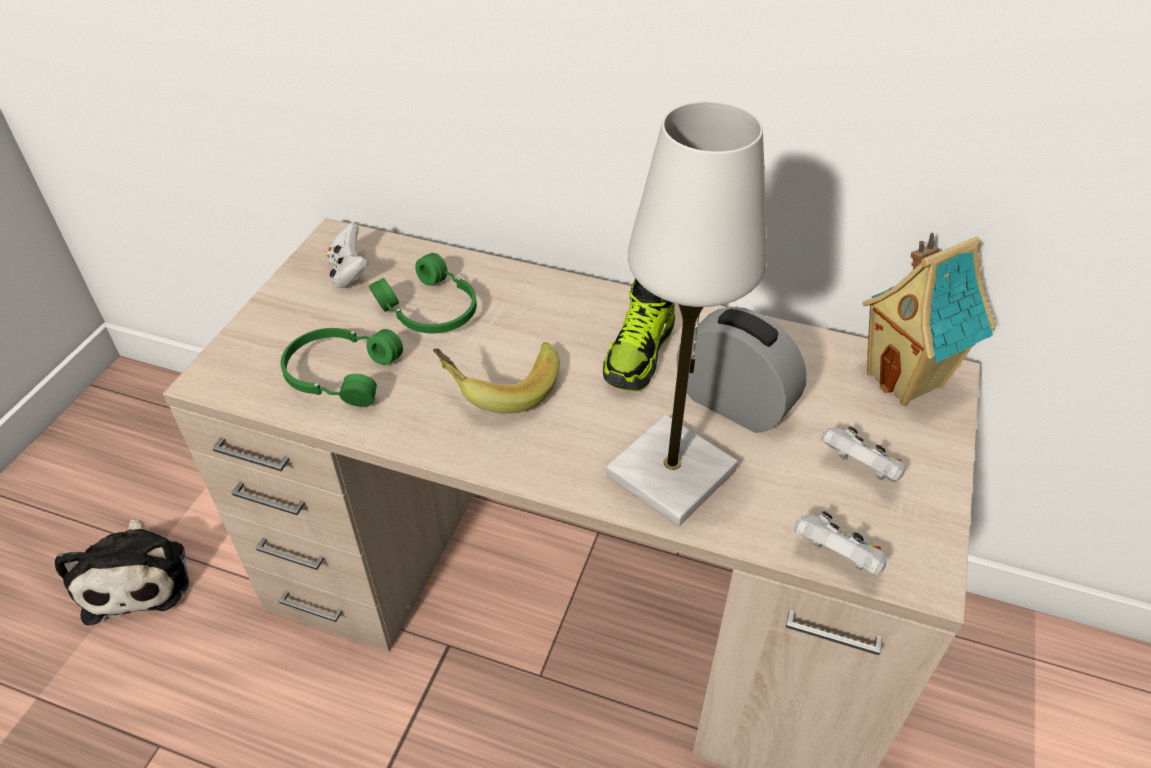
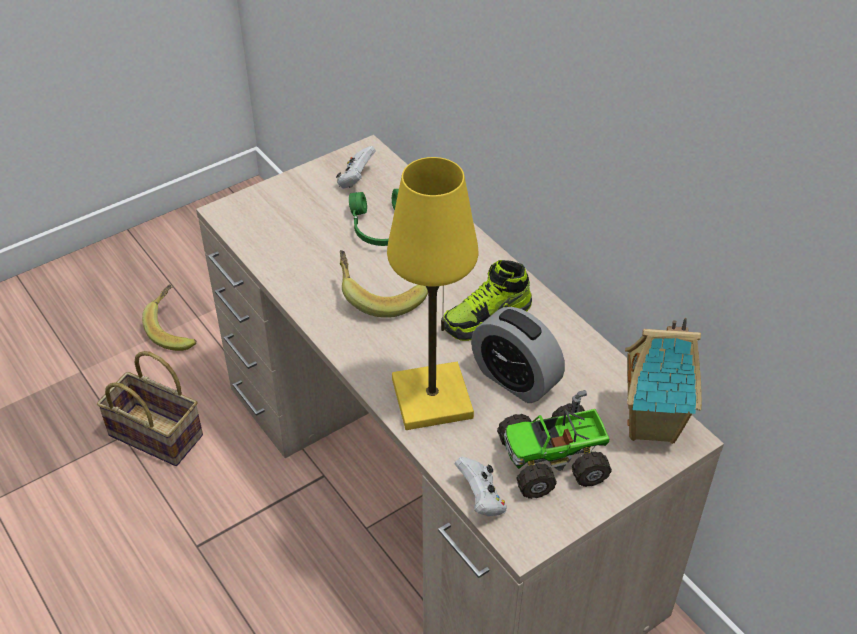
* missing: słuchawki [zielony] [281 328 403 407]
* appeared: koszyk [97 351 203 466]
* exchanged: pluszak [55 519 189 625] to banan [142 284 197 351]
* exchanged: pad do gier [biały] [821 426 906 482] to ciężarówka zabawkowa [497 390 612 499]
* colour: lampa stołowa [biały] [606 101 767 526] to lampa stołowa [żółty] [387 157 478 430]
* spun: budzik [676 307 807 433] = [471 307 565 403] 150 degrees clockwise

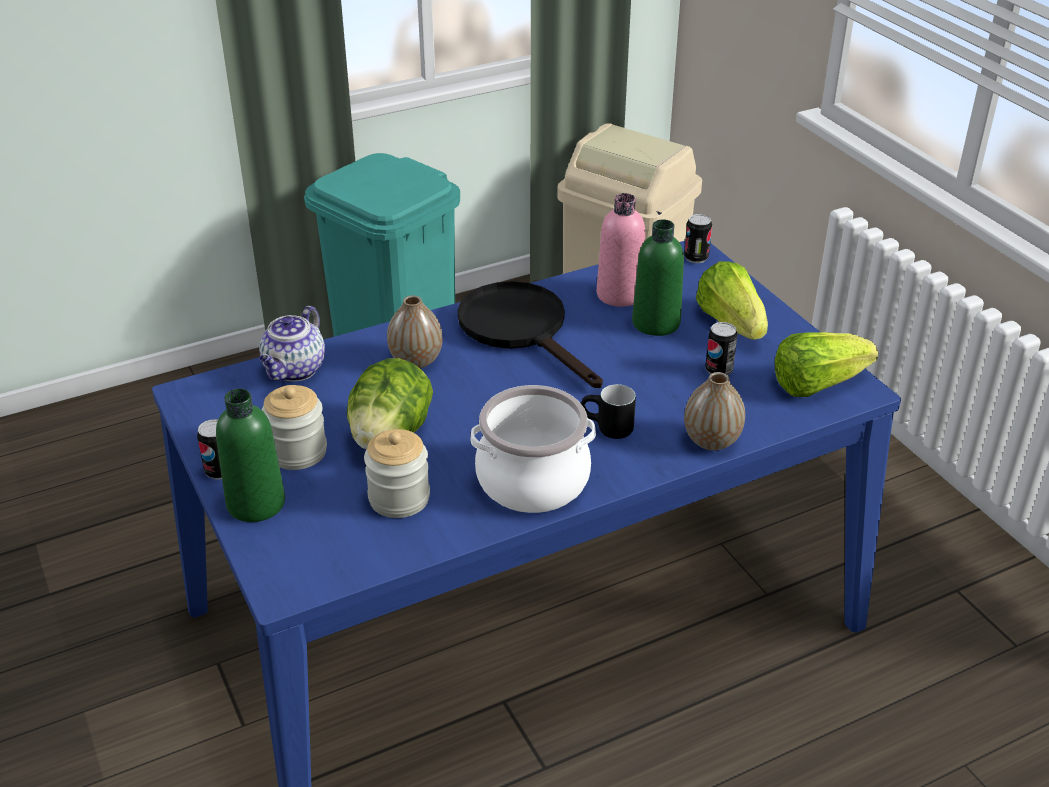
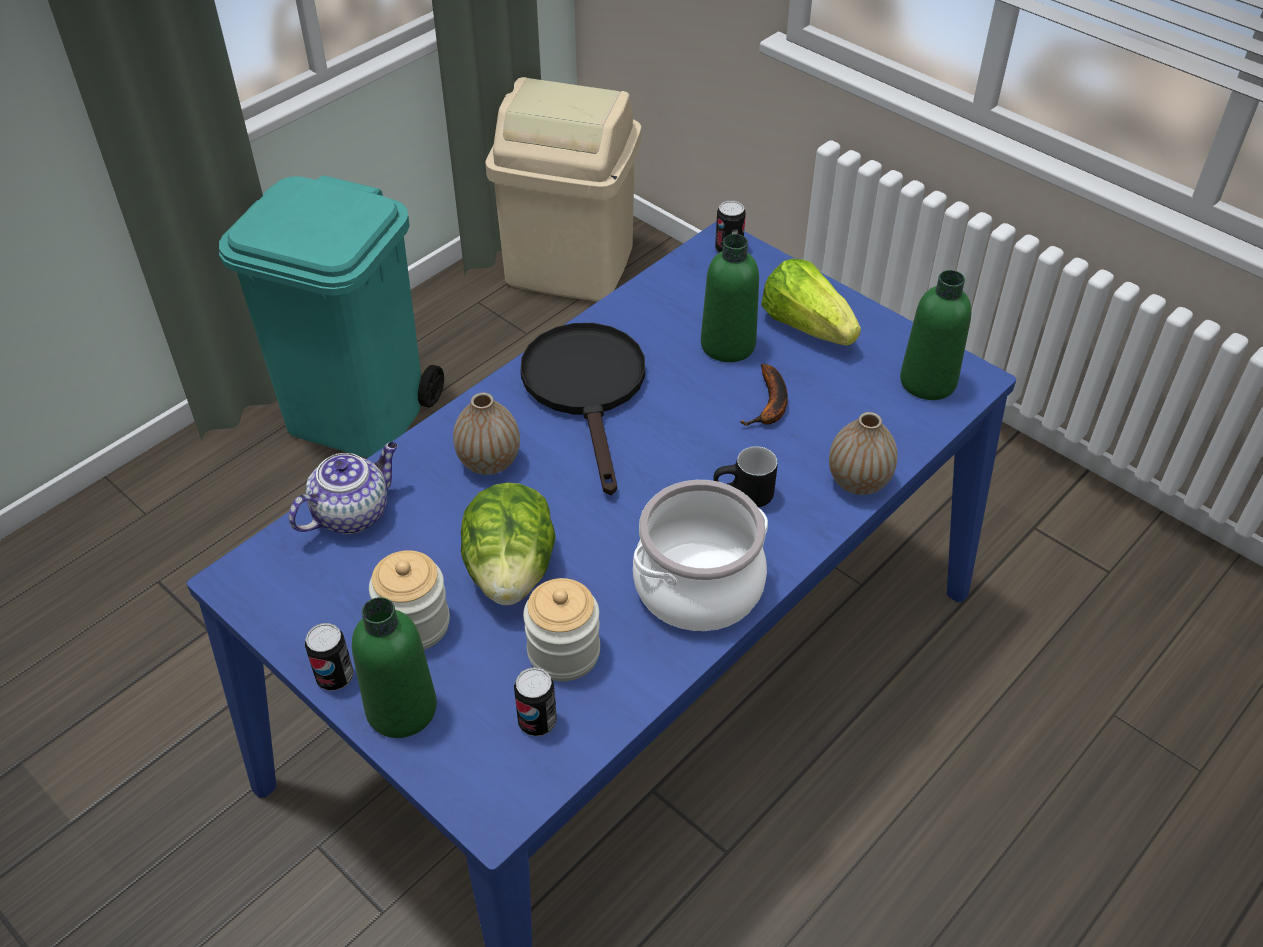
* missing: butelka [różowy] [597 193 645 307]
* appeared: banan [740 364 788 426]
* relocated: puszka [705 322 737 375] to [514 667 557 736]
* exchanged: sałata [775 332 878 397] to butelka [zielony] [900 270 972 400]
* spun: imbryk [259 306 325 381] = [288 442 398 534] 135 degrees counterclockwise
* spun: patelnia [czarny] [458 281 603 388] = [521 323 645 495] 45 degrees clockwise

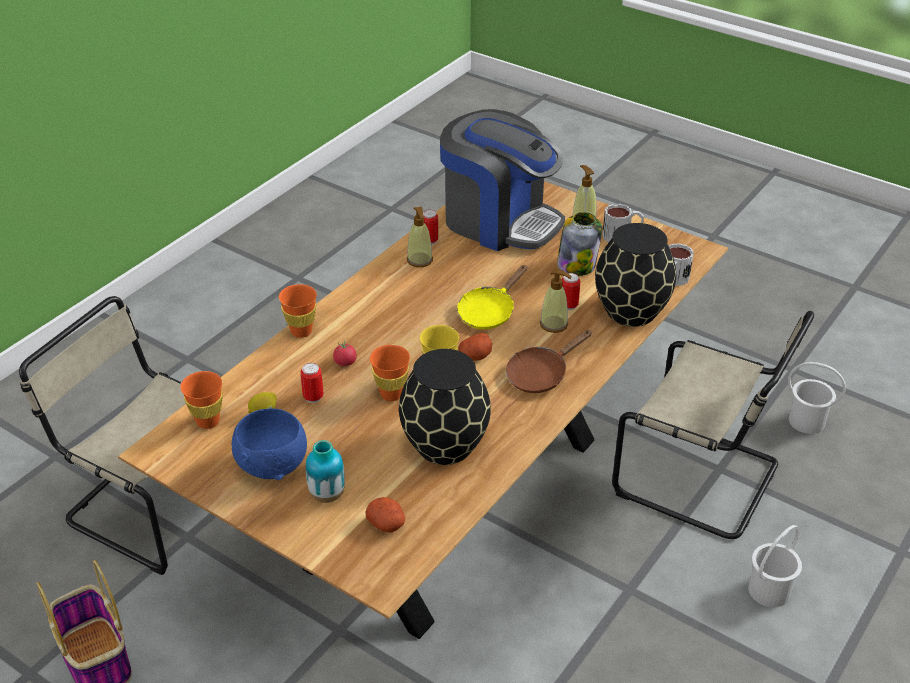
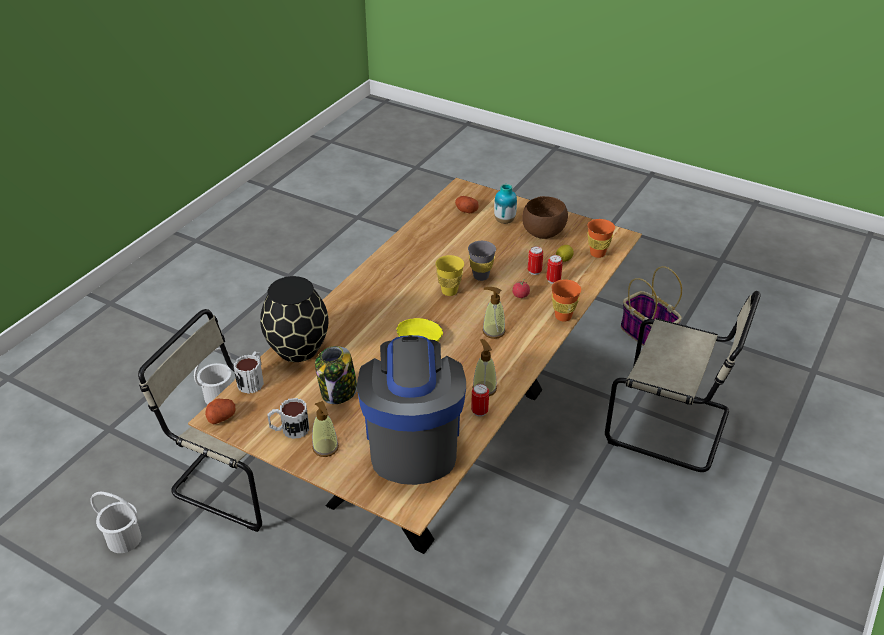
* missing: wazon [czarny] [399 349 491 465]
* missing: patelnia [brązowy] [506 330 592 393]
* relocated: ziemniak [459 333 492 361] to [205 399 236 424]
* relocated: dozownik mydła [540 269 572 333] to [482 287 505 339]
* relocated: puszka [562 273 580 310] to [546 255 563 284]
* colour: miska [niebieski] [232 408 307 480] to miska [brązowy] [522 196 568 239]
* colour: filiżanka [pomarańczowy] [370 345 410 401] to filiżanka [szary] [468 241 496 281]
* spun: ekspres do kawy [440 109 565 251] = [357 335 466 485] 60 degrees clockwise

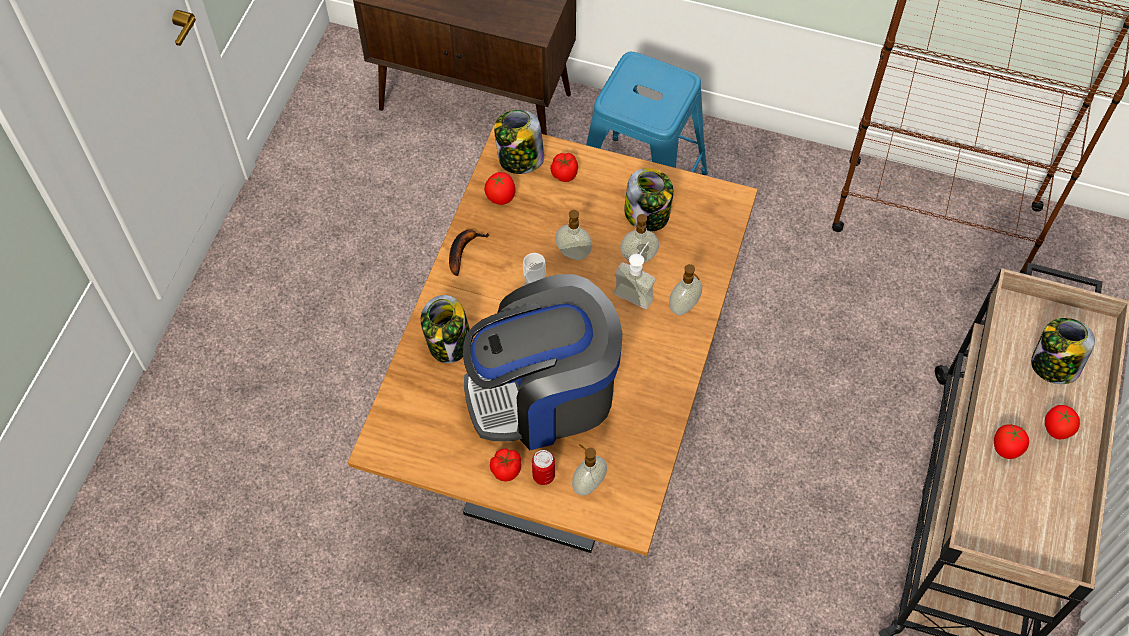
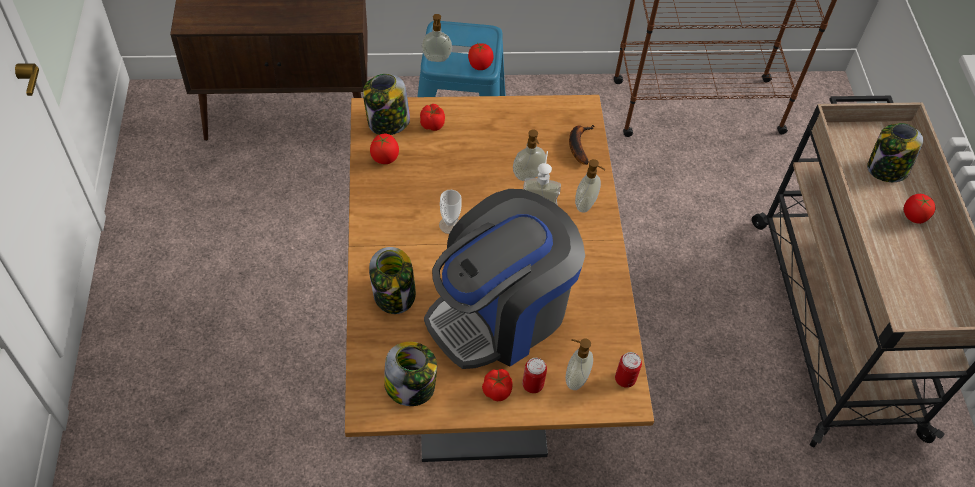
* appeared: puszka [615 352 642 388]
* relocated: banan [449 229 489 276] to [569 125 595 165]
* relocated: dozownik mydła [555 210 592 260] to [421 14 452 62]
* relocated: słoik [624 168 673 231] to [384 342 437 406]
* relocated: pomidor [994 424 1029 459] to [468 43 494 70]

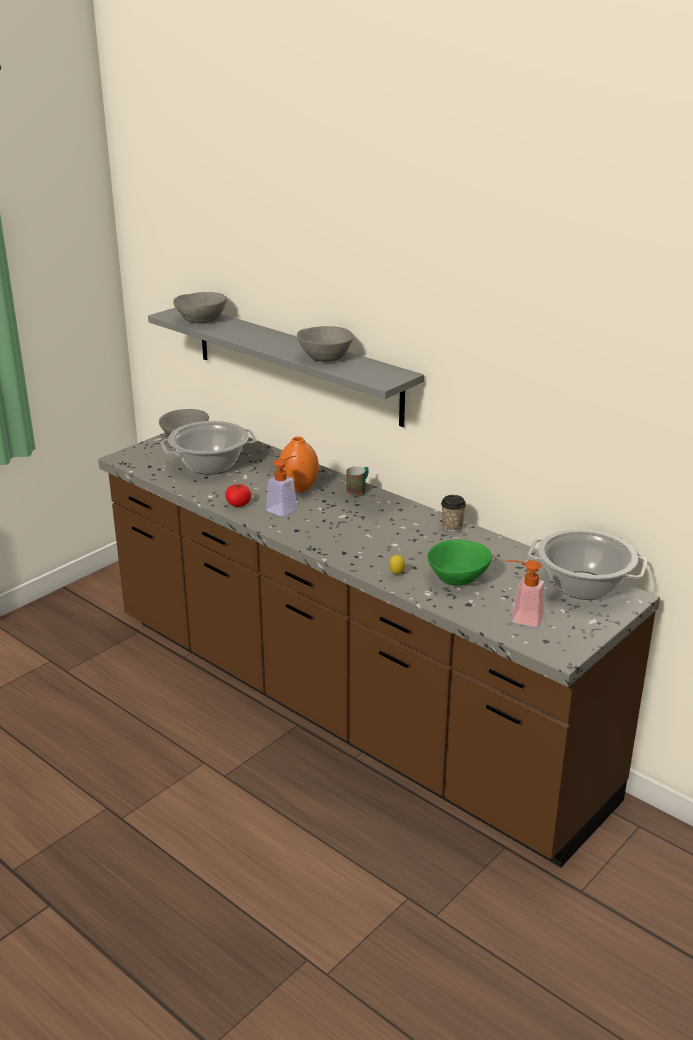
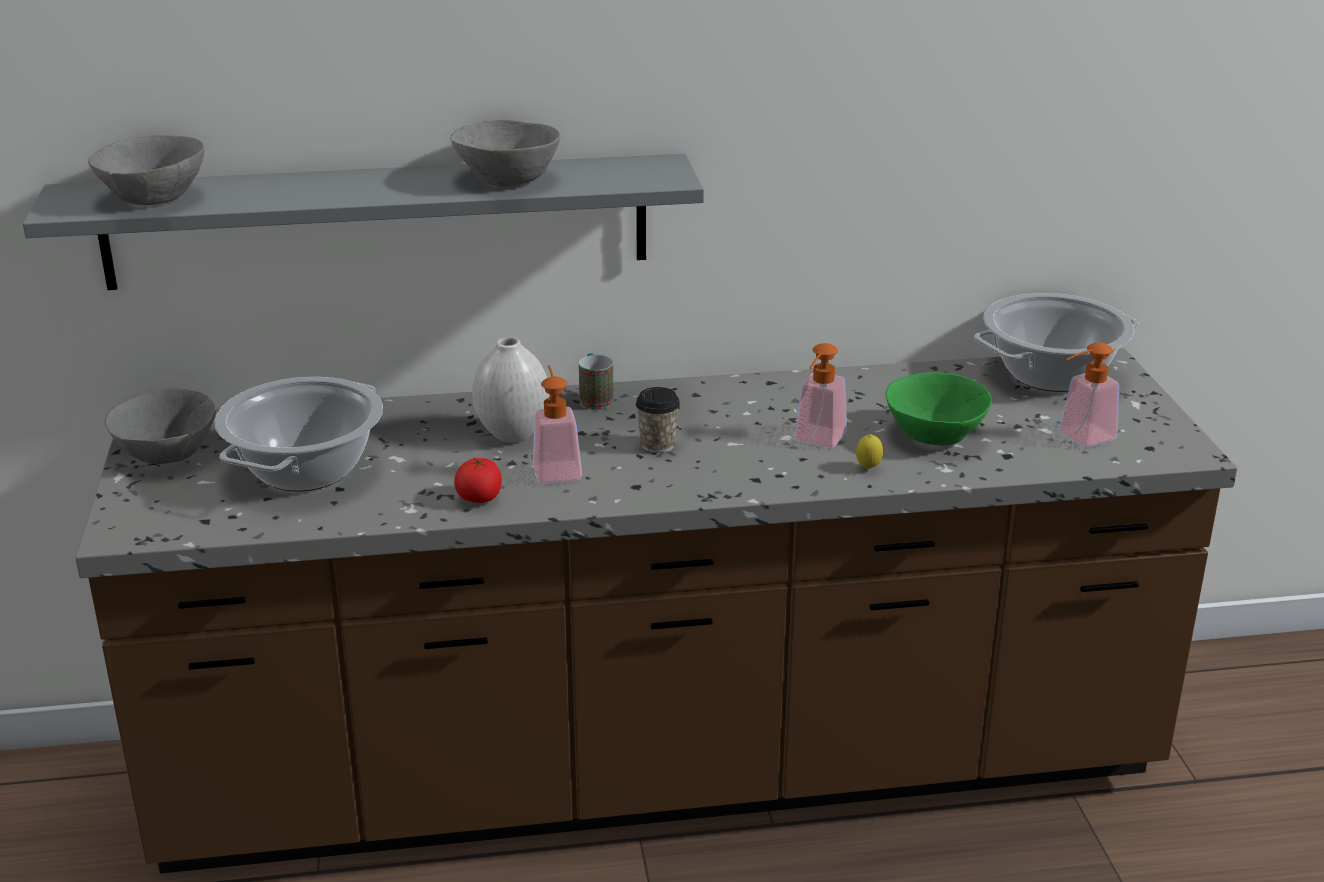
* appeared: dozownik mydła [795 343 847 448]
* relocated: filiżanka [441 495 466 532] to [636 387 680 453]
* colour: wazon [pomarańczowy] [279 437 319 493] to wazon [biały] [472 337 549 443]

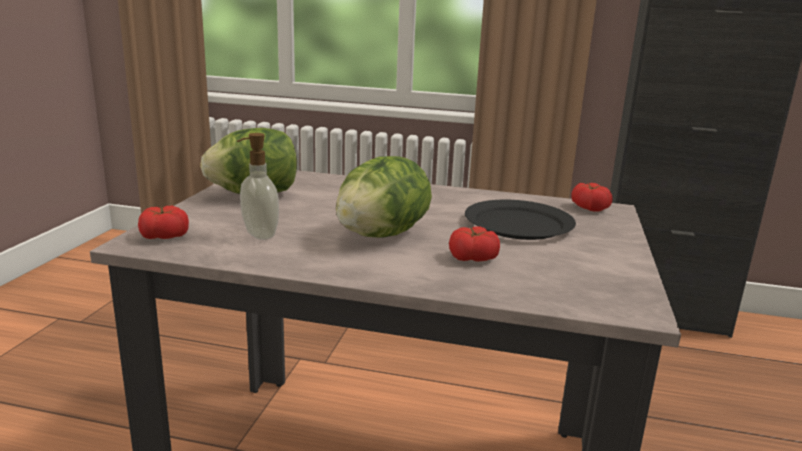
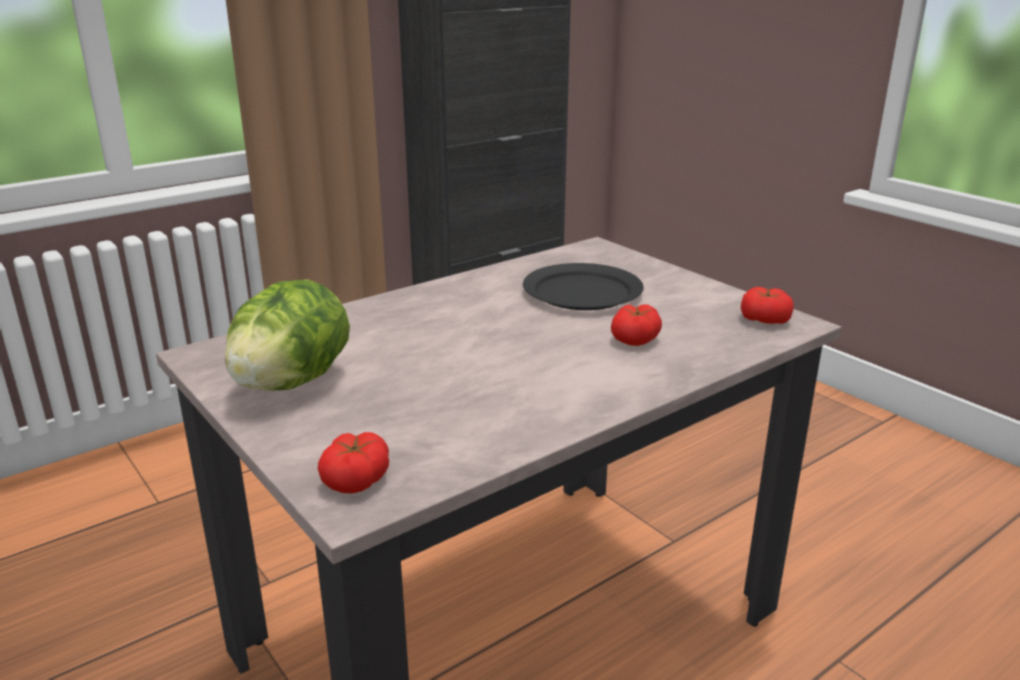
* missing: dozownik mydła [237 133 279 240]
* missing: sałata [336 156 432 238]
* relocated: pomidor [571 183 613 212] to [741 287 794 324]

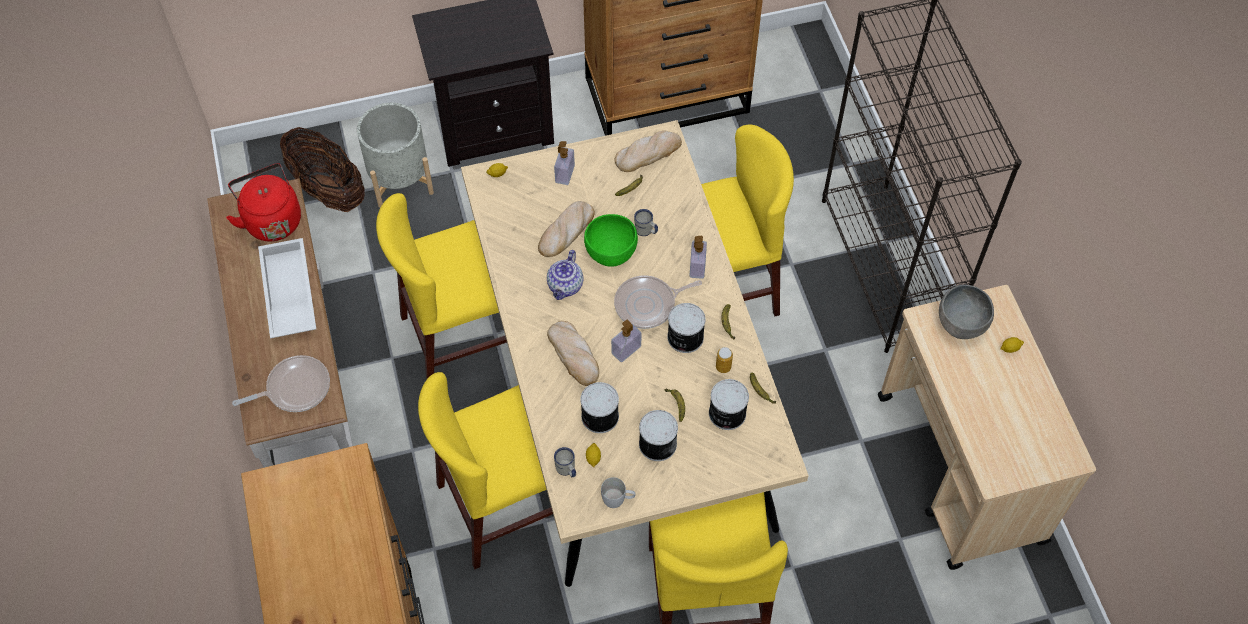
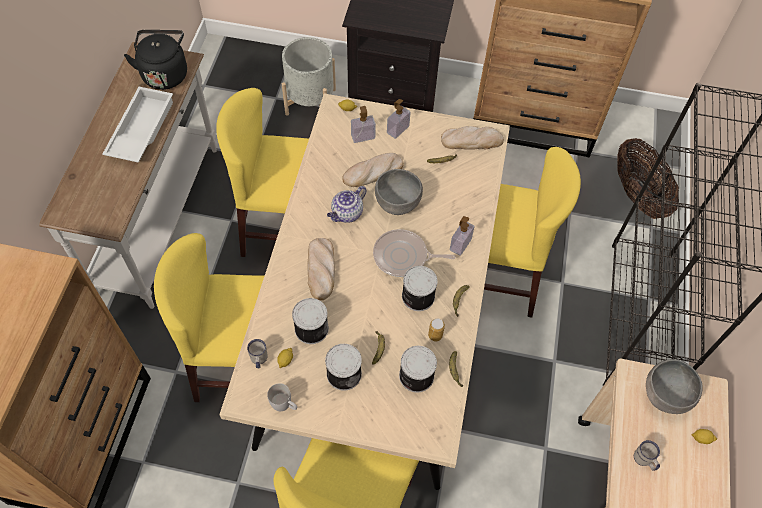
* missing: patelnia [232 355 330 412]
* relocated: koszyk [280 127 365 212] to [617 138 678 219]
* relocated: dozownik mydła [611 320 642 363] to [351 106 376 143]
* relocated: kubek [biały] [634 209 658 236] to [634 440 660 471]
* colour: czajnik [czerwony] [226 163 301 242] to czajnik [czarny] [124 30 187 90]
* colour: miska [zielony] [584 214 638 267] to miska [szary] [375 169 423 215]

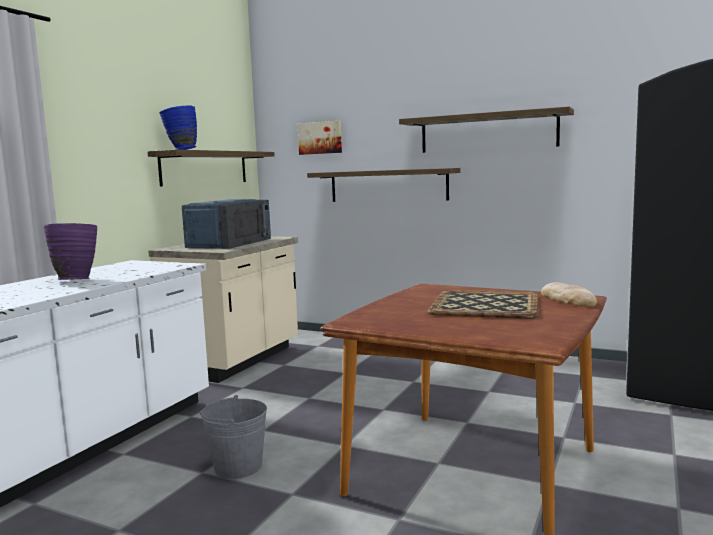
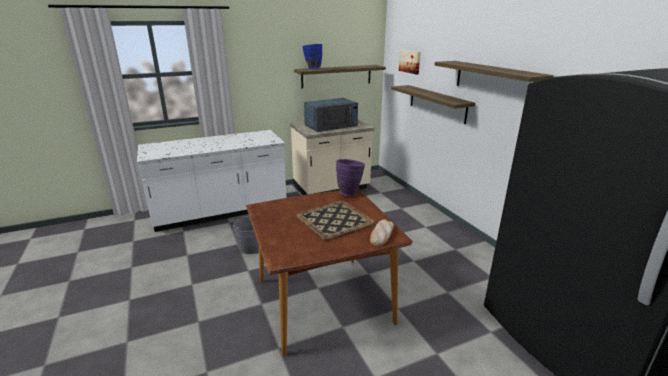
* relocated: wazon [fioletowy] [44 223 97 280] to [336 159 365 196]

